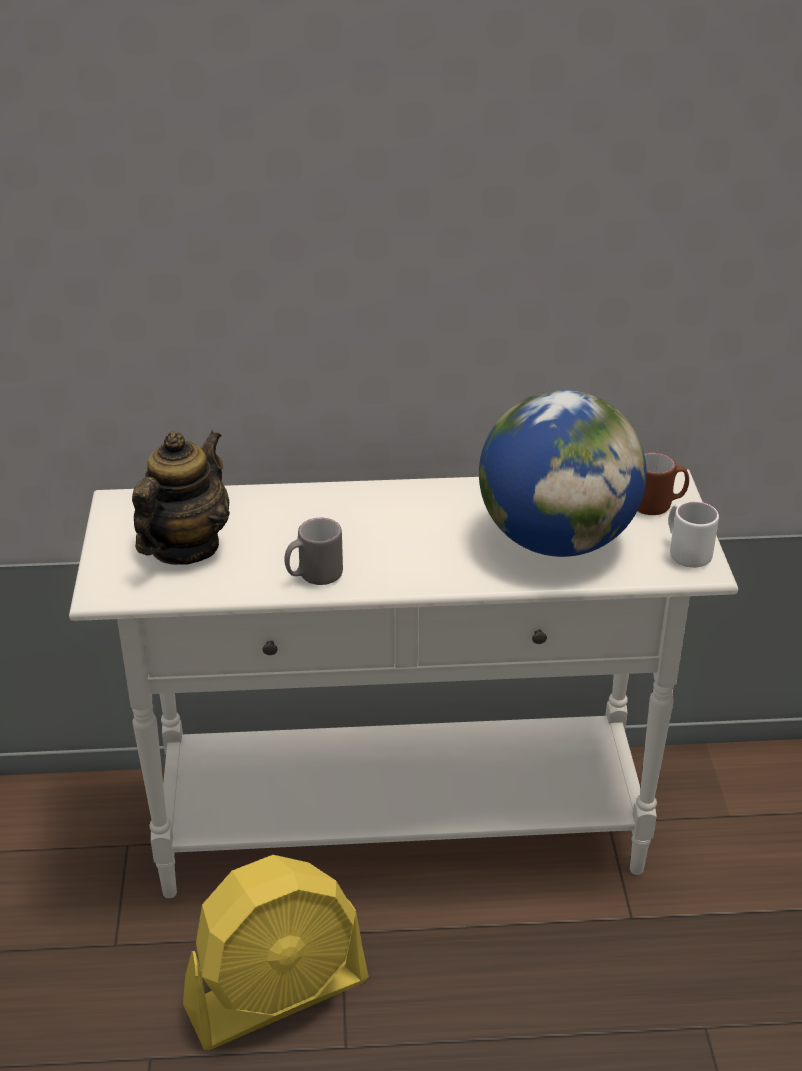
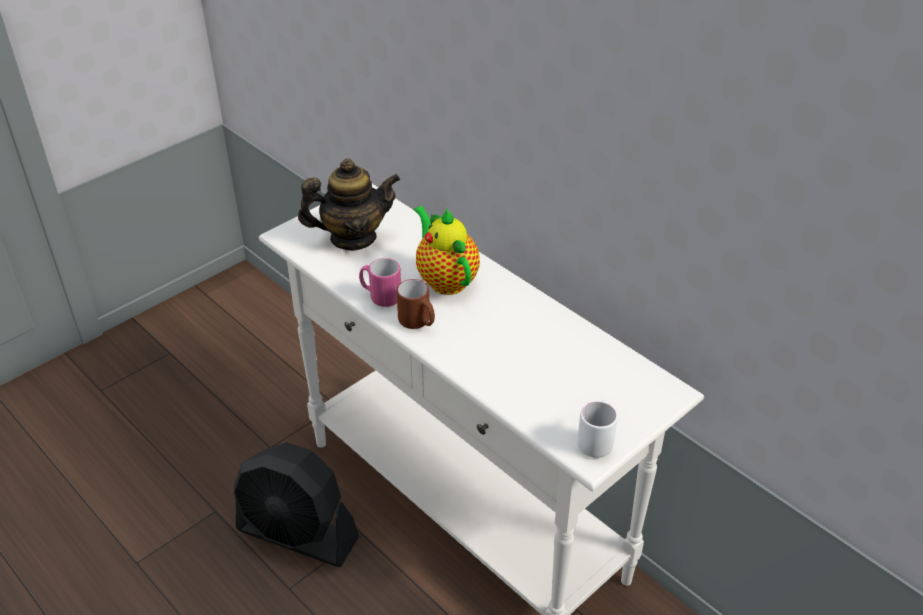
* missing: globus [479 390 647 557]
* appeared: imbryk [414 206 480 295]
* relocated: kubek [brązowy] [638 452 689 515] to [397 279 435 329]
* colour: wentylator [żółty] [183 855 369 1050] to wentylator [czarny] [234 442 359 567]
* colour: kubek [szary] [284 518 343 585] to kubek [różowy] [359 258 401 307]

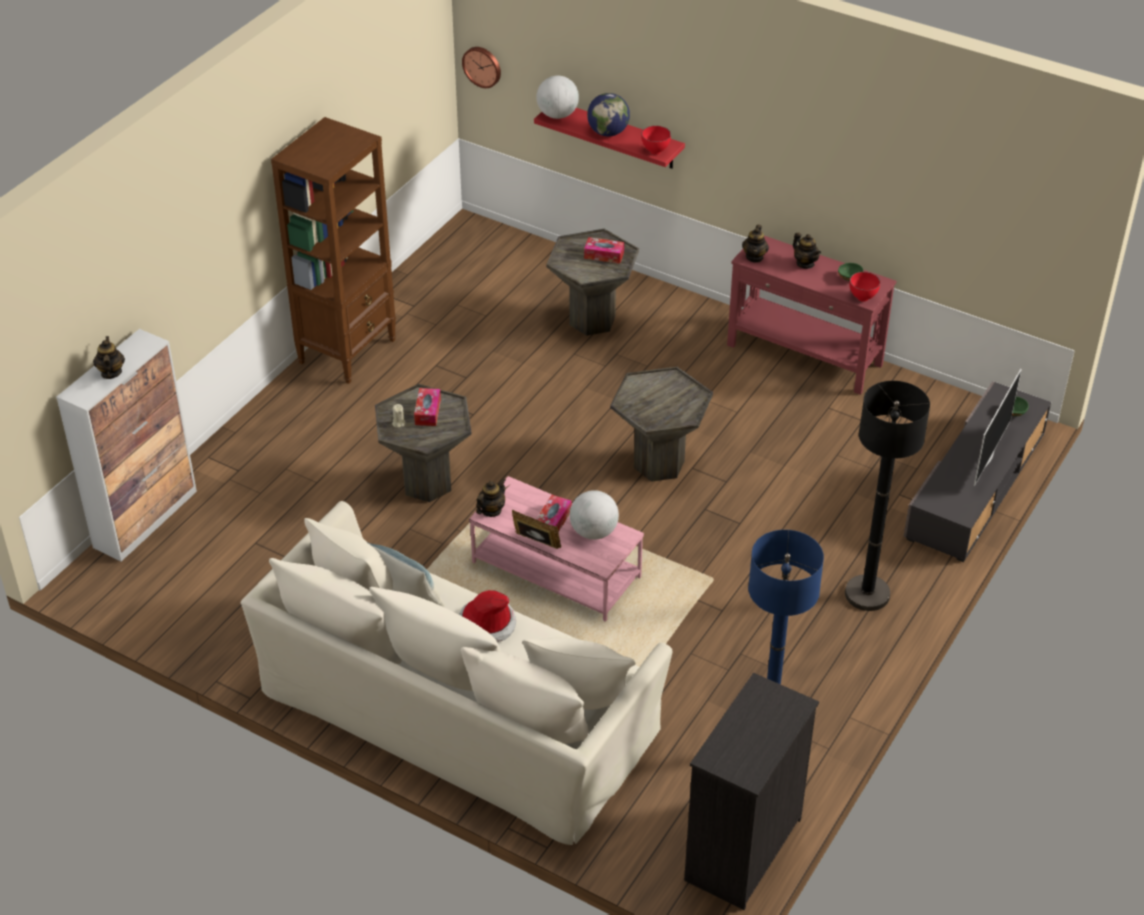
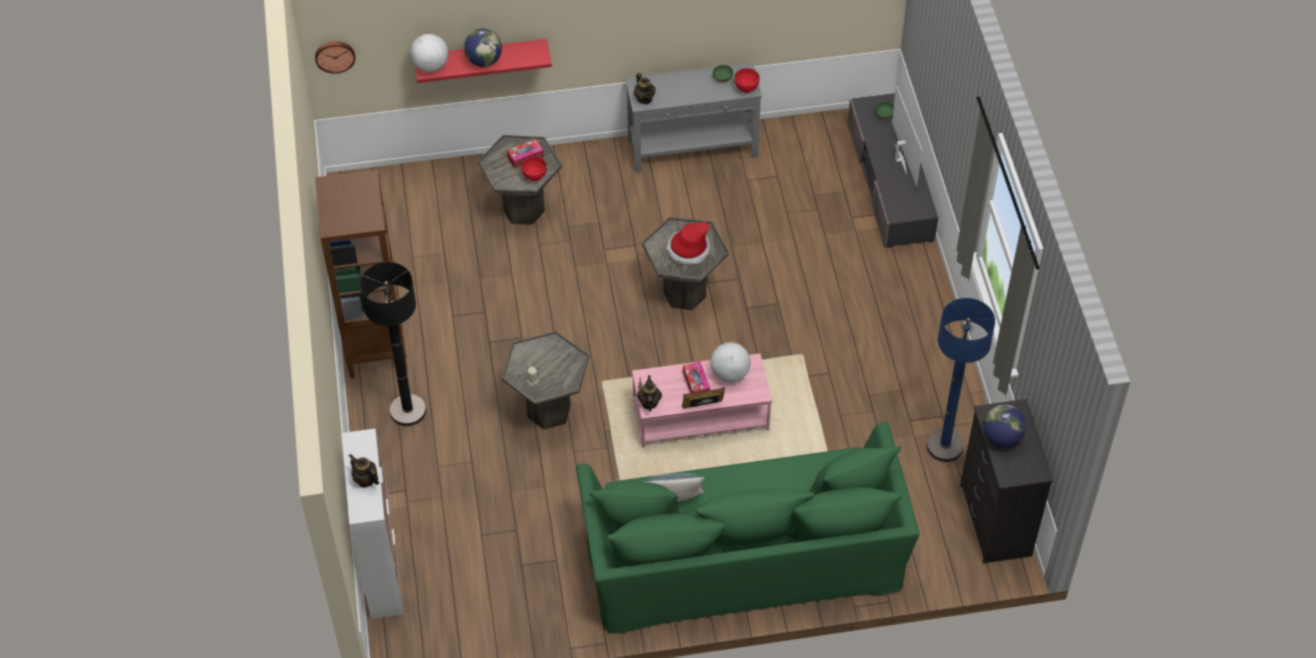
* missing: pudełko chusteczek [414 388 441 426]
* missing: imbryk [793 232 821 269]
* appeared: globus [983 405 1026 448]
* relocated: kapelusz [459 590 516 642] to [666 222 711 265]
* relocated: miska [czerwony] [641 126 671 154] to [521 156 547 181]
* relocated: lampa stojąca [czarny] [845 381 930 611] to [360 262 426 426]
* colour: kanapa [beżowy] [240 501 672 845] to kanapa [zielony] [576 422 920 634]
* colour: stolik konsolowy [czerwony] [727 236 896 395] to stolik konsolowy [szary] [625 62 762 173]

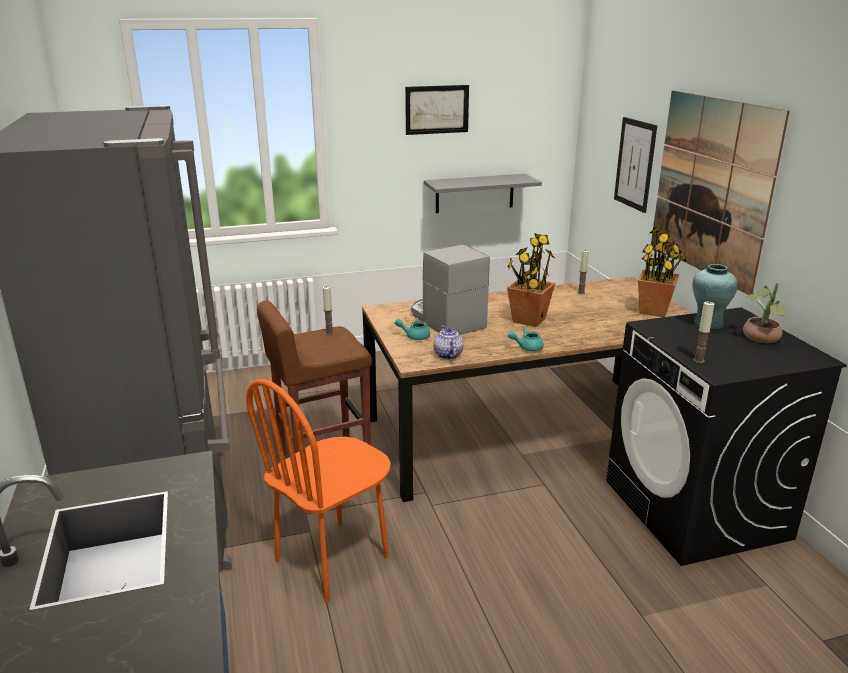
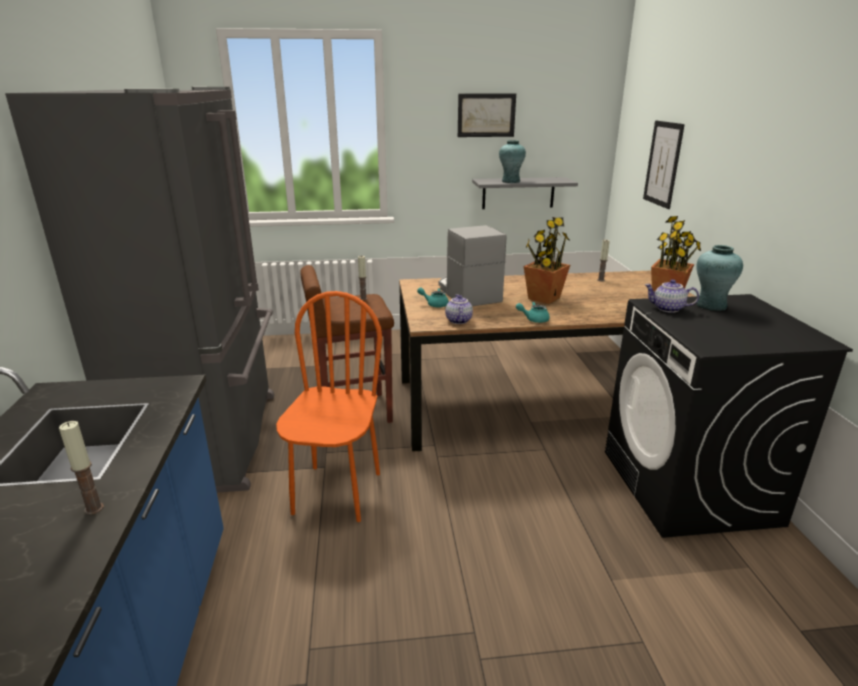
* missing: obraz [651 91 790 295]
* missing: roślina doniczkowa [743 282 787 343]
* appeared: wazon [turkusowy] [499 140 526 183]
* appeared: imbryk [645 279 699 313]
* relocated: świeca [693 302 714 363] to [59 421 104 515]
* spun: krzesło [pomarańczowy] [246 379 391 603] = [276 291 382 522] 135 degrees clockwise

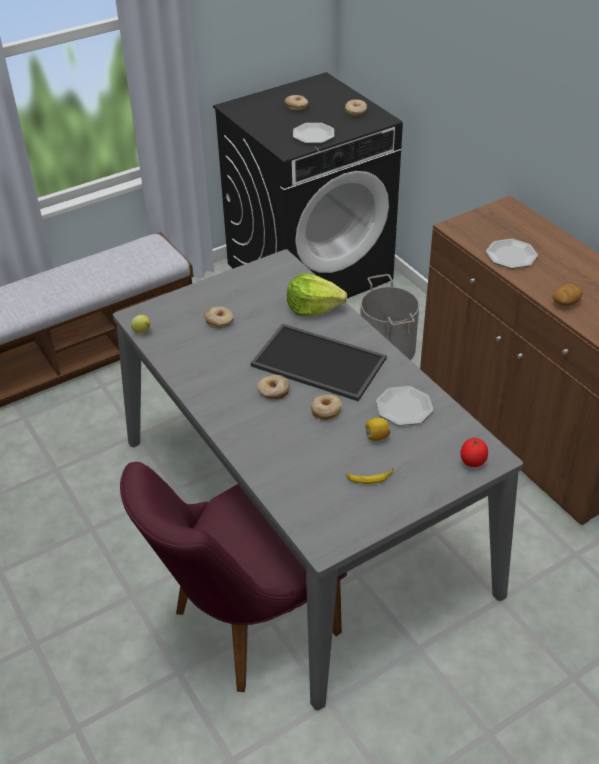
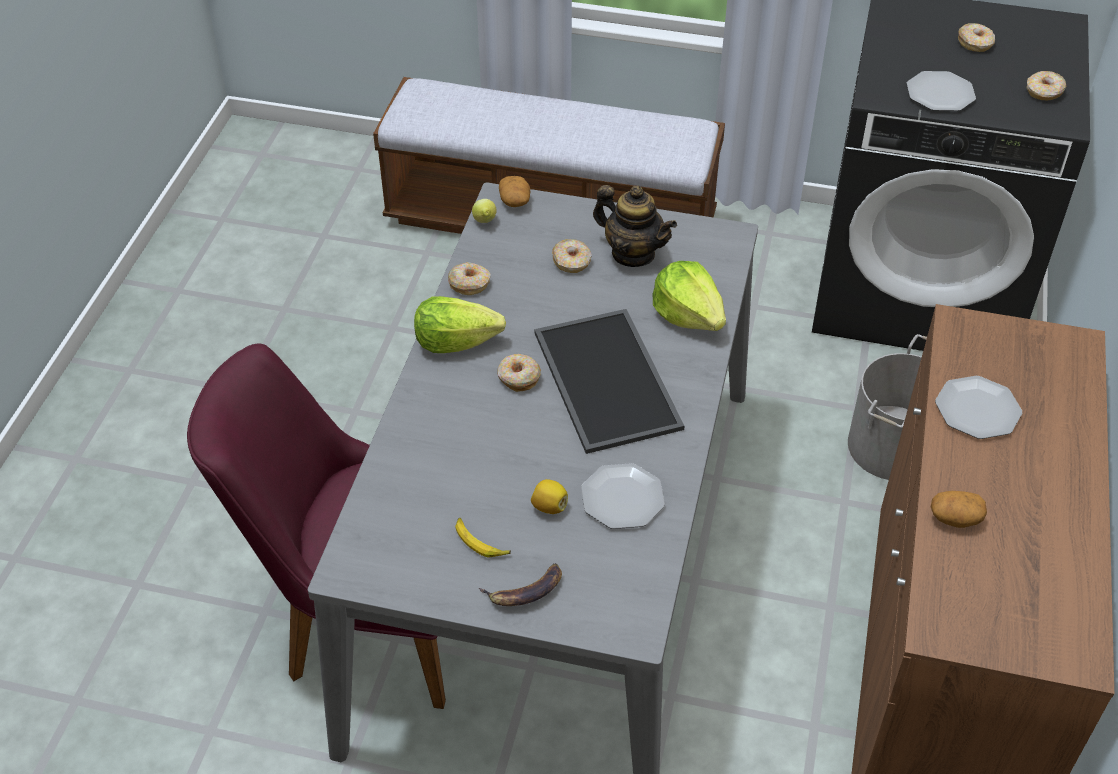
* missing: pomidor [460 437 488 467]
* appeared: sałata [414 296 506 353]
* appeared: banan [479 563 562 606]
* appeared: ziemniak [499 176 531 207]
* appeared: imbryk [593 185 677 267]
* relocated: donut [311 394 342 420] to [448 262 491 295]

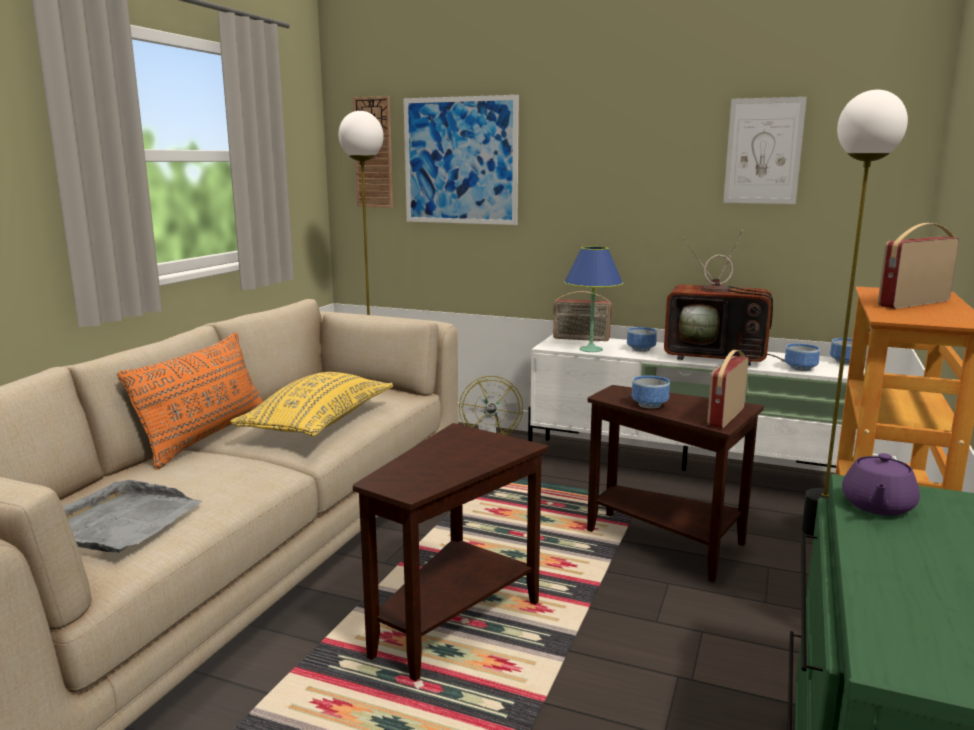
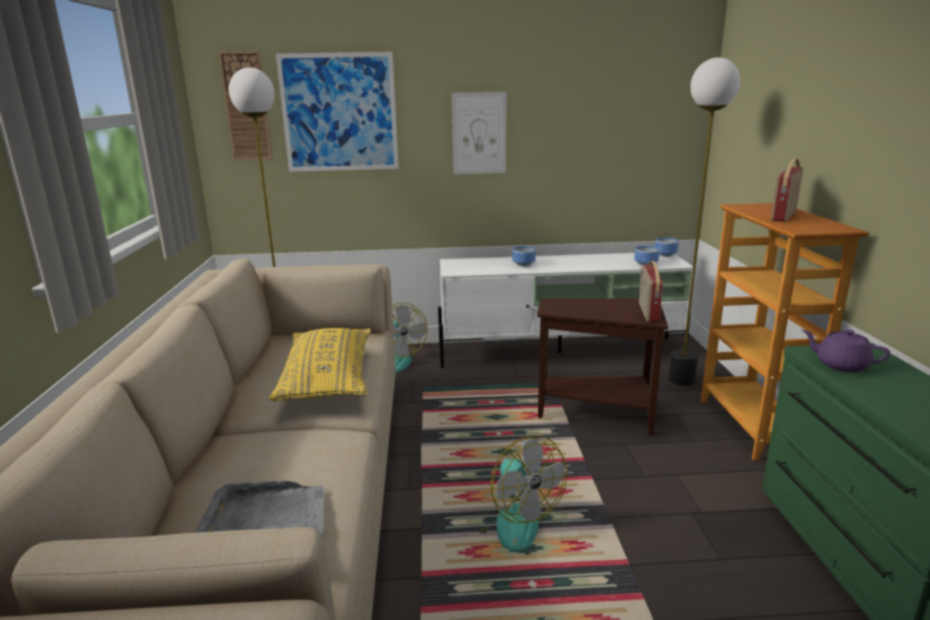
* missing: poduszka [pomarańczowy] [117 333 263 470]
* missing: radio [553 291 612 341]
* missing: lampa stołowa [niebieski] [564 246 623 352]
* missing: miska [632 375 670 409]
* missing: telewizor [664 229 785 366]
* relocated: obraz [723 97 807 204] to [452 92 506 174]
* exchanged: stolik [brązowy] [353 423 548 681] to wentylator [476 435 567 552]
* spun: imbryk [fioletowy] [842 453 920 516] = [802 329 890 372] 120 degrees clockwise

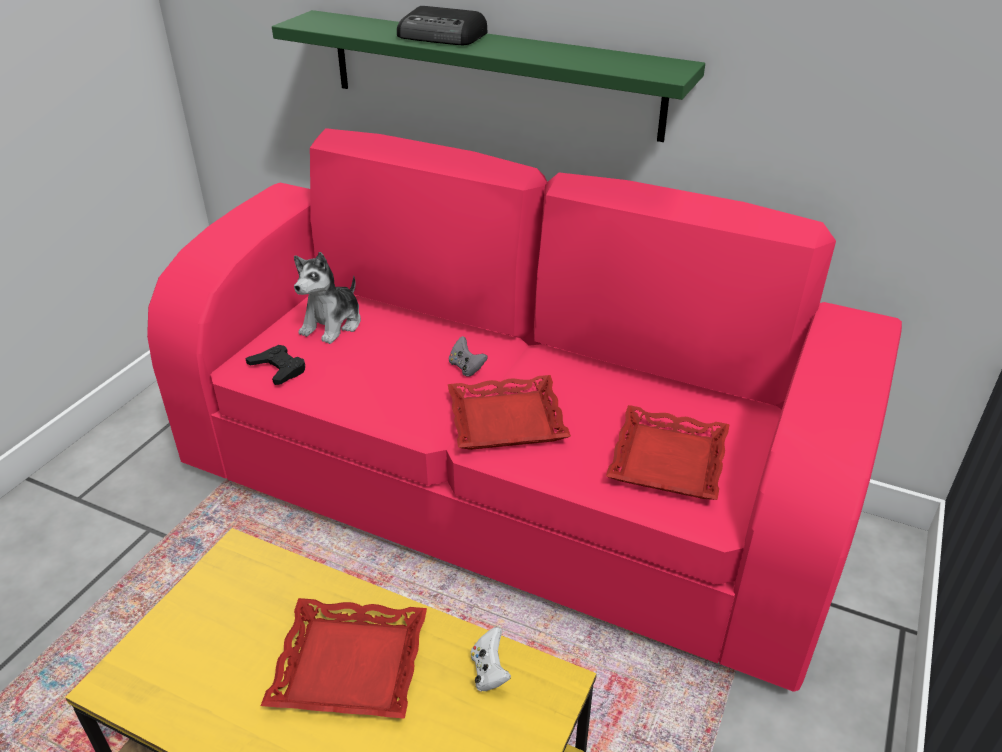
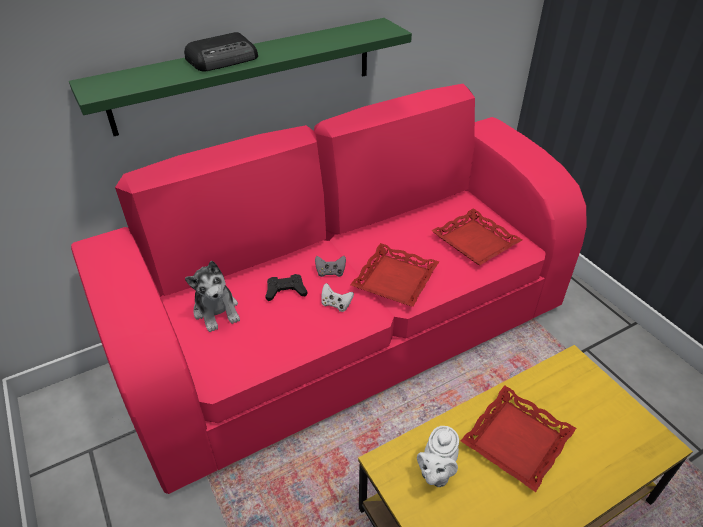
* appeared: imbryk [biały] [417 426 459 487]
* relocated: pad do gier [czarny] [245 345 305 385] to [265 274 308 301]
* relocated: pad do gier [biały] [471 627 511 692] to [321 283 354 312]

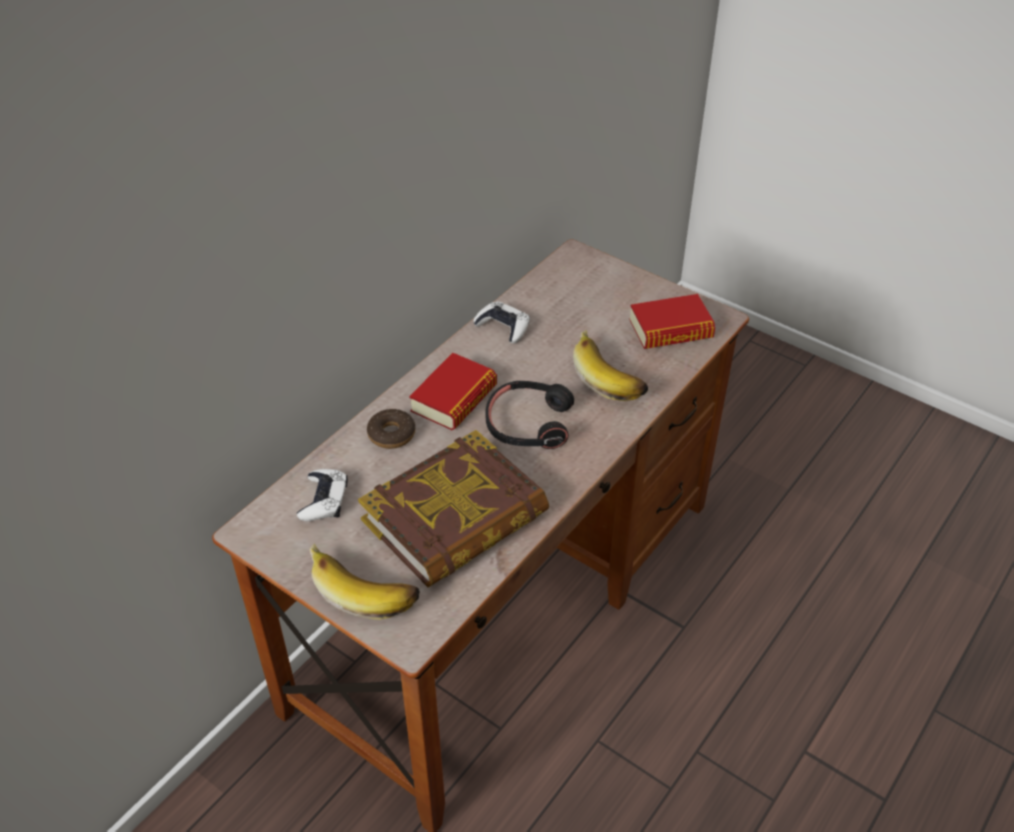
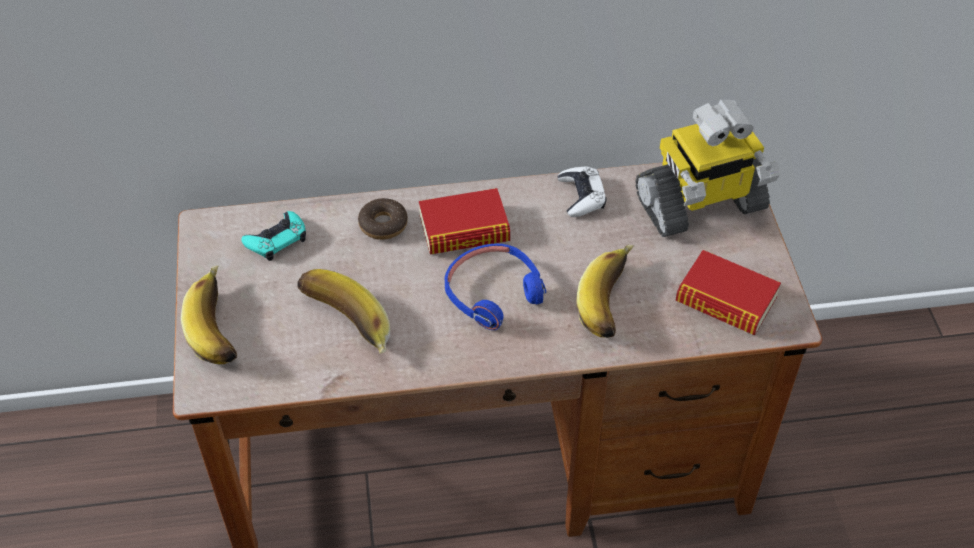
* appeared: robot zabawkowy [636 99 780 237]
* exchanged: książka [358 430 549 588] to banan [297 269 390 354]
* colour: pad do gier [biały] [297 469 348 521] to pad do gier [turkusowy] [241 211 306 261]
* colour: słuchawki [czarny] [485 381 574 449] to słuchawki [niebieski] [445 244 546 330]

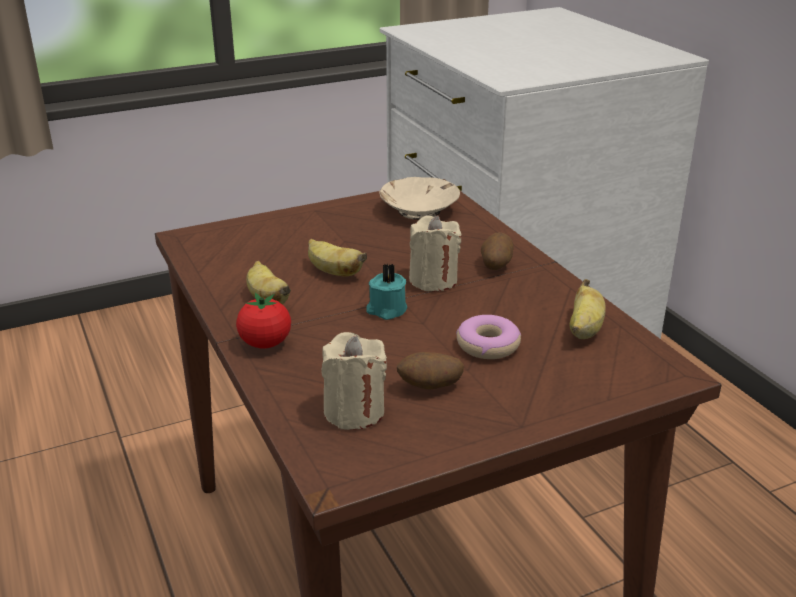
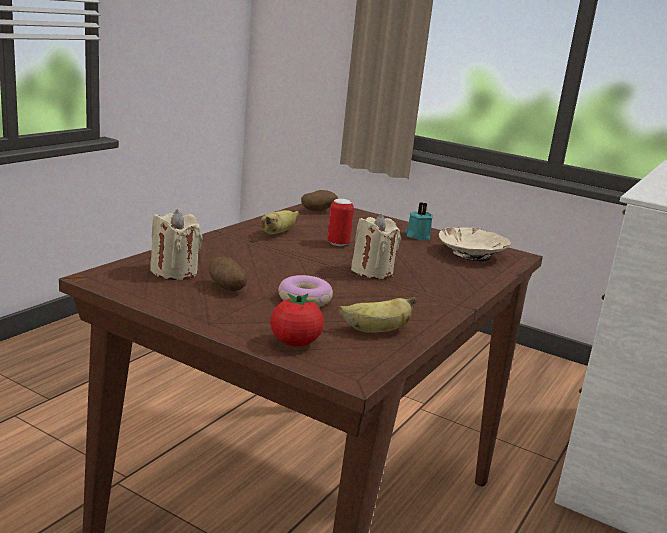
* relocated: pomidor [236 293 291 348] to [270 293 324 347]
* relocated: świeca [turkusowy] [366 264 407 320] to [405 202 433 240]
* relocated: ziemniak [481 232 514 270] to [301 190 338 211]
* exchanged: banan [308 239 367 277] to puszka [327 199 354 246]

